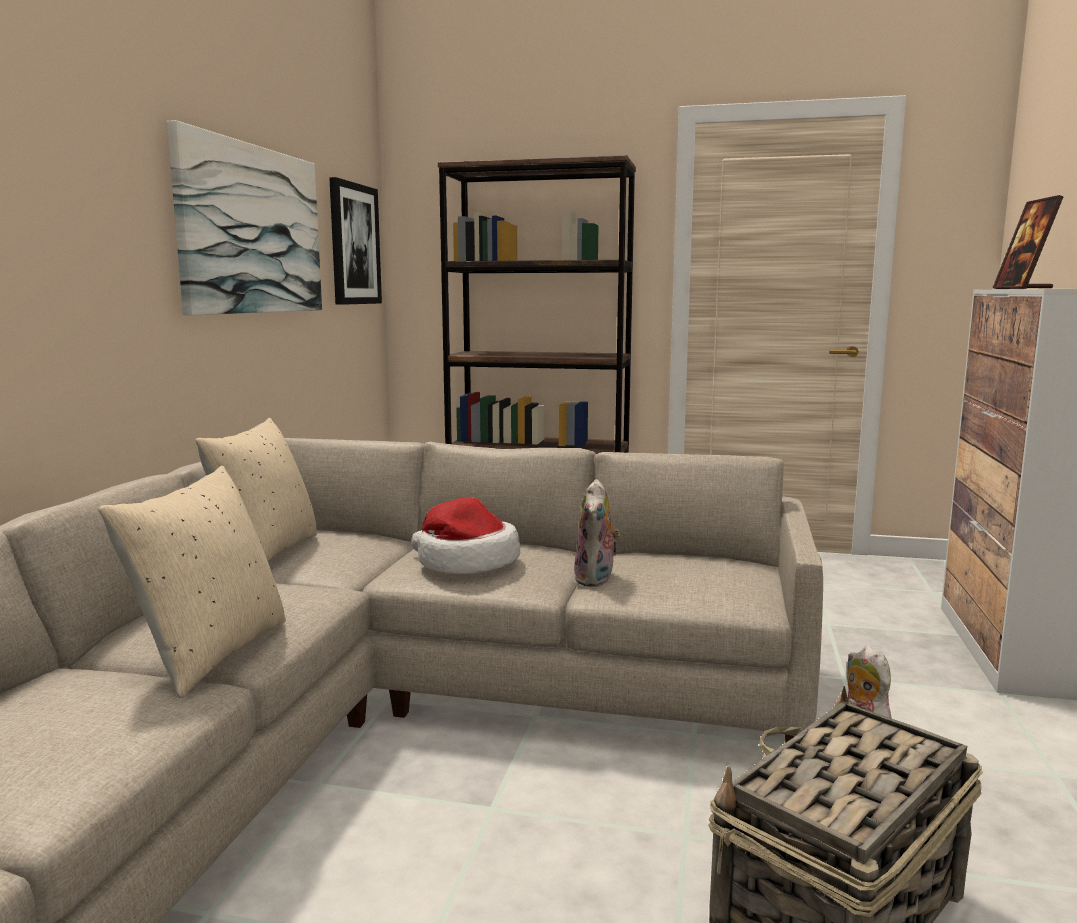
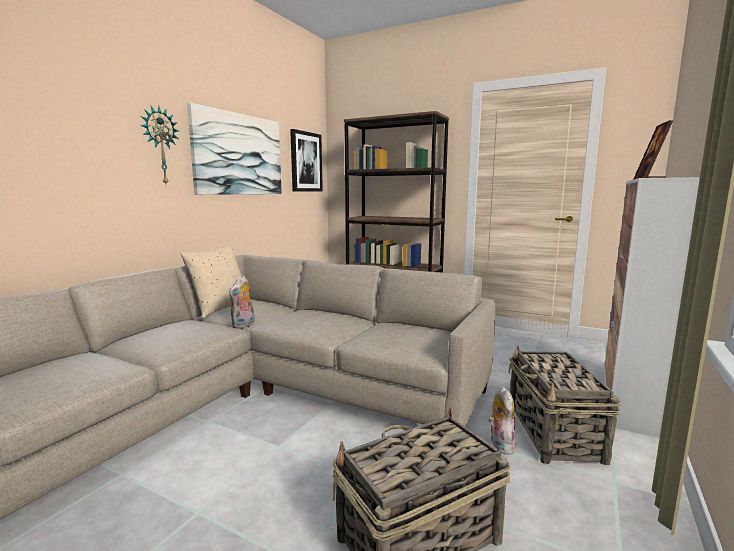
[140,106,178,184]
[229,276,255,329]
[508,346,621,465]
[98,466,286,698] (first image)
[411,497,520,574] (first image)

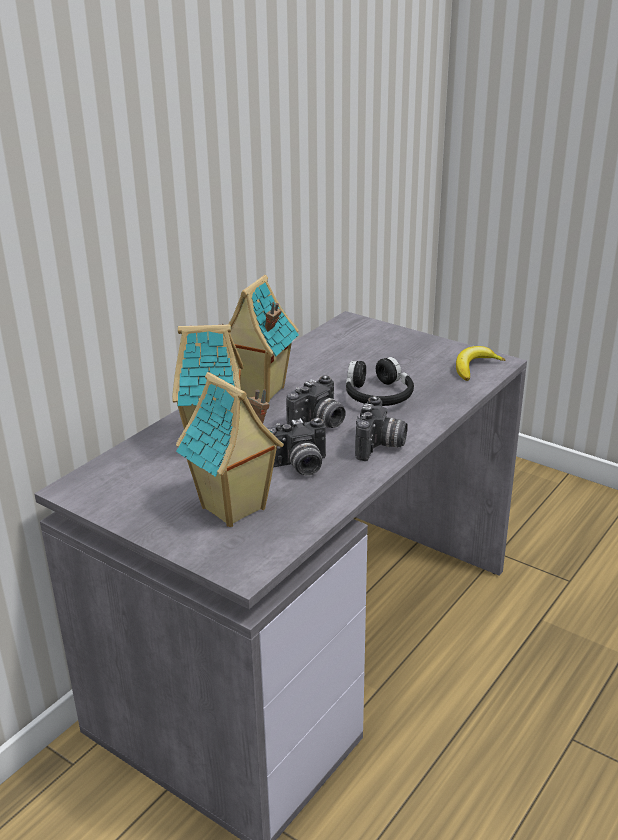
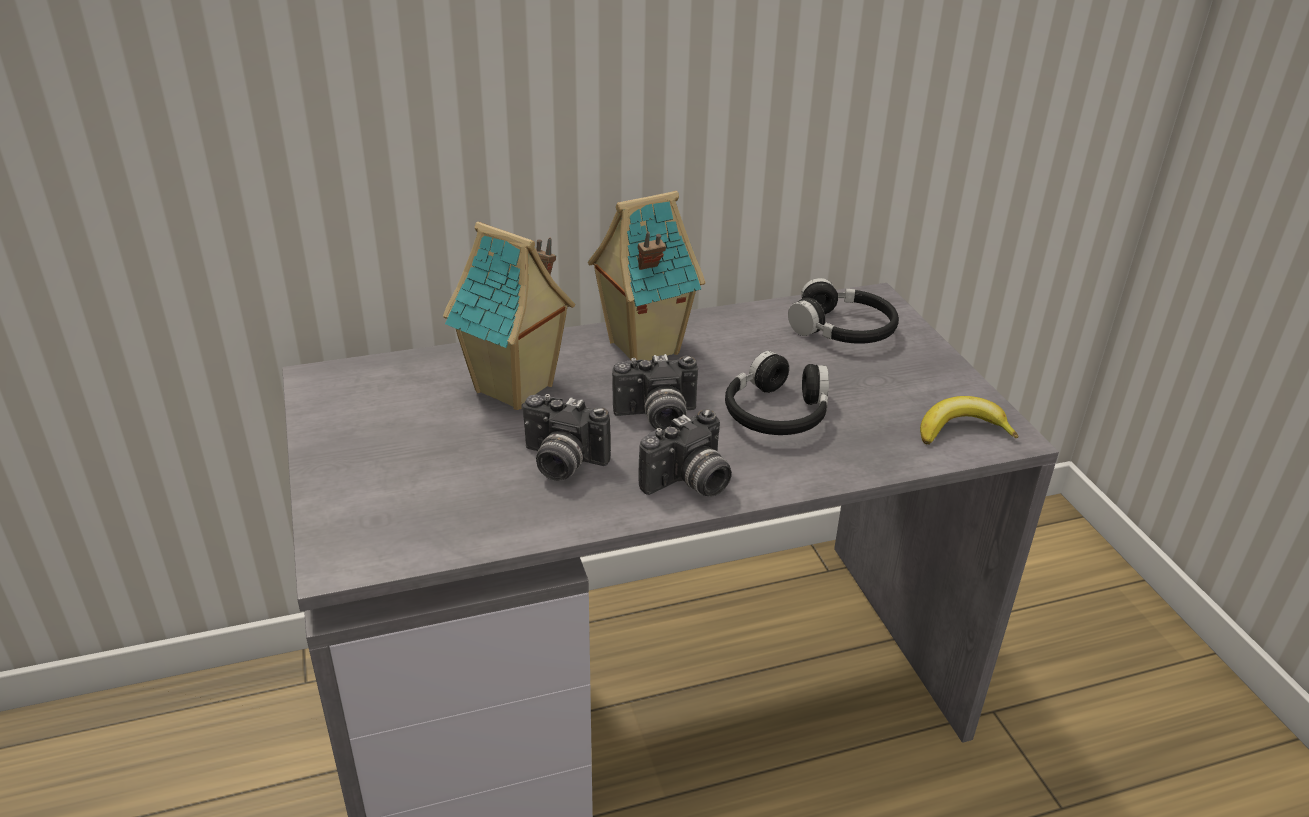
[788,278,899,344]
[176,372,284,527] (first image)

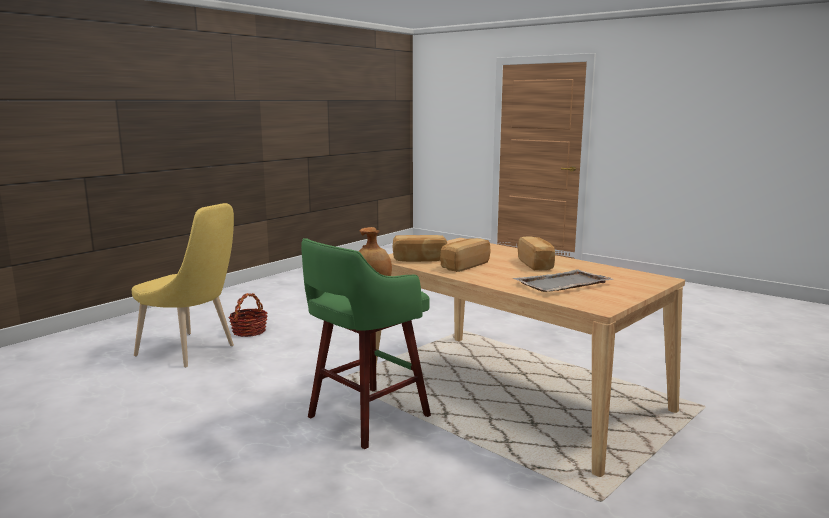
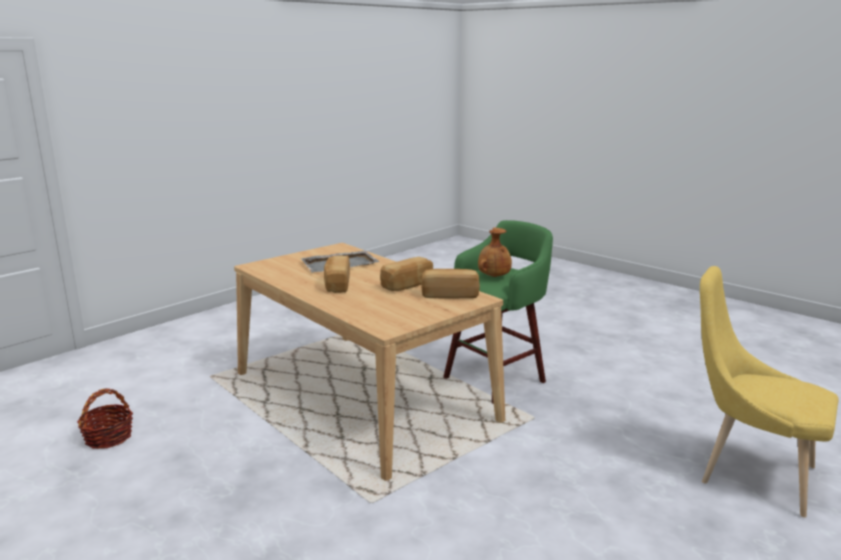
[77,388,133,449]

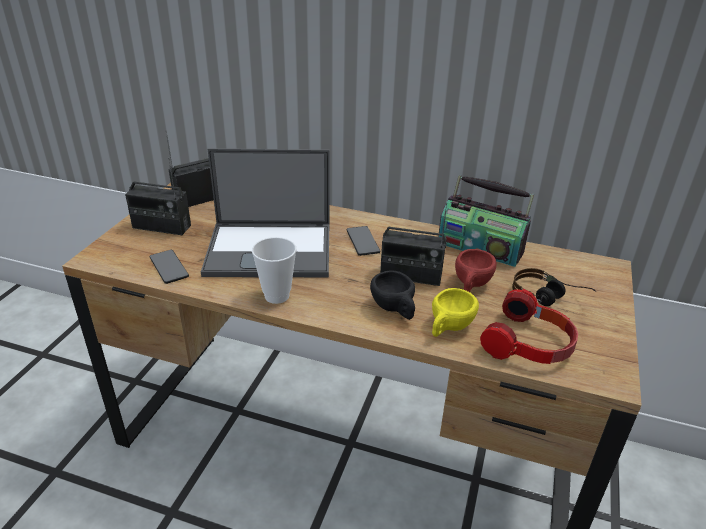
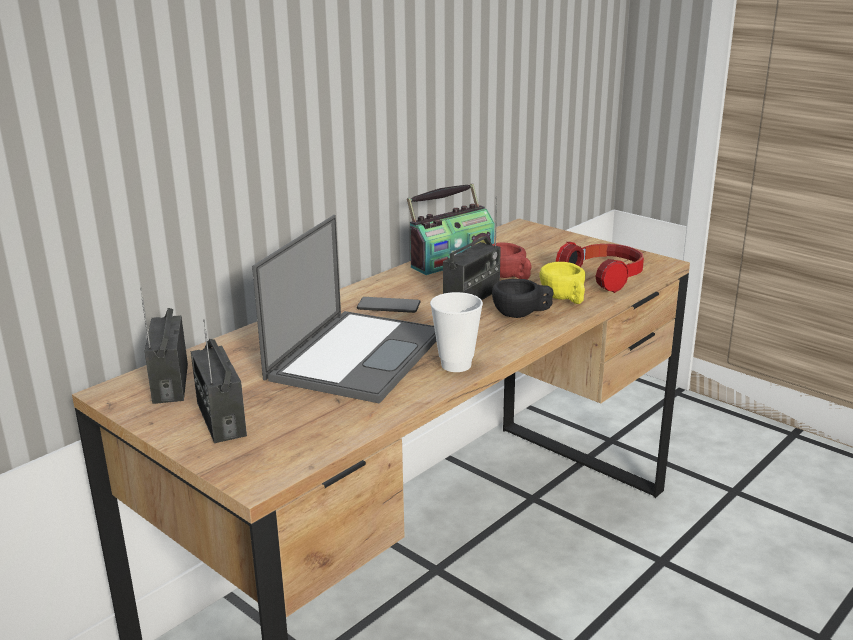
[191,319,247,443]
[149,250,189,284] (first image)
[512,268,596,306] (first image)

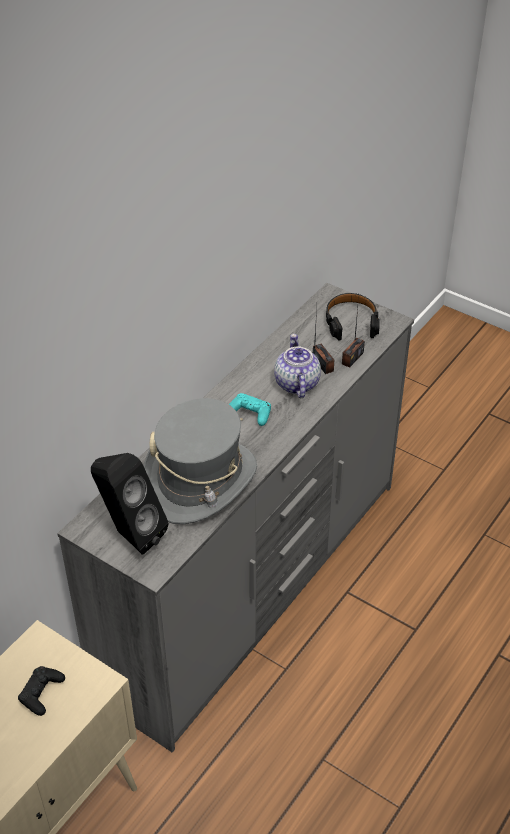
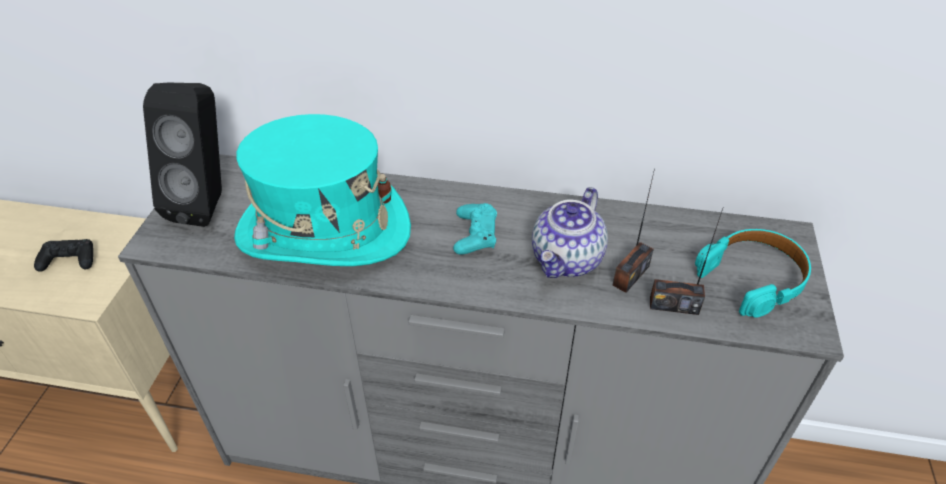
[234,114,411,266]
[532,187,608,278]
[695,229,811,318]

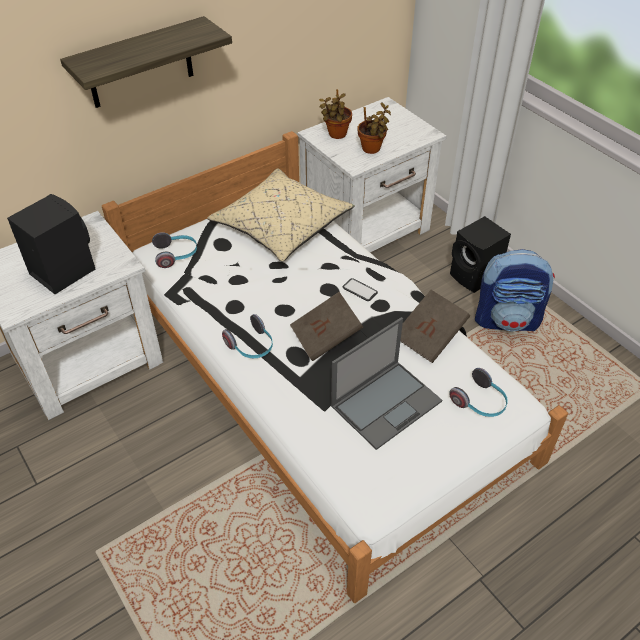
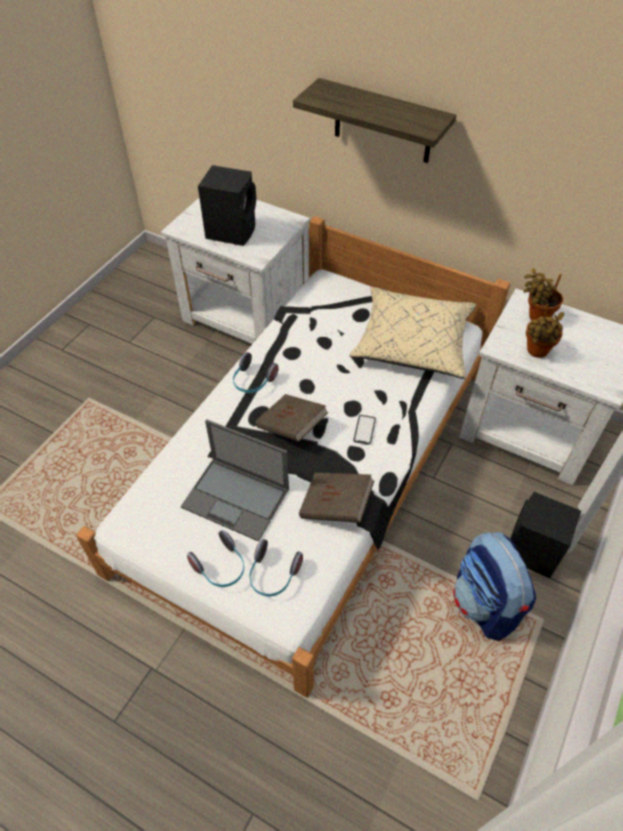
[187,530,244,587]

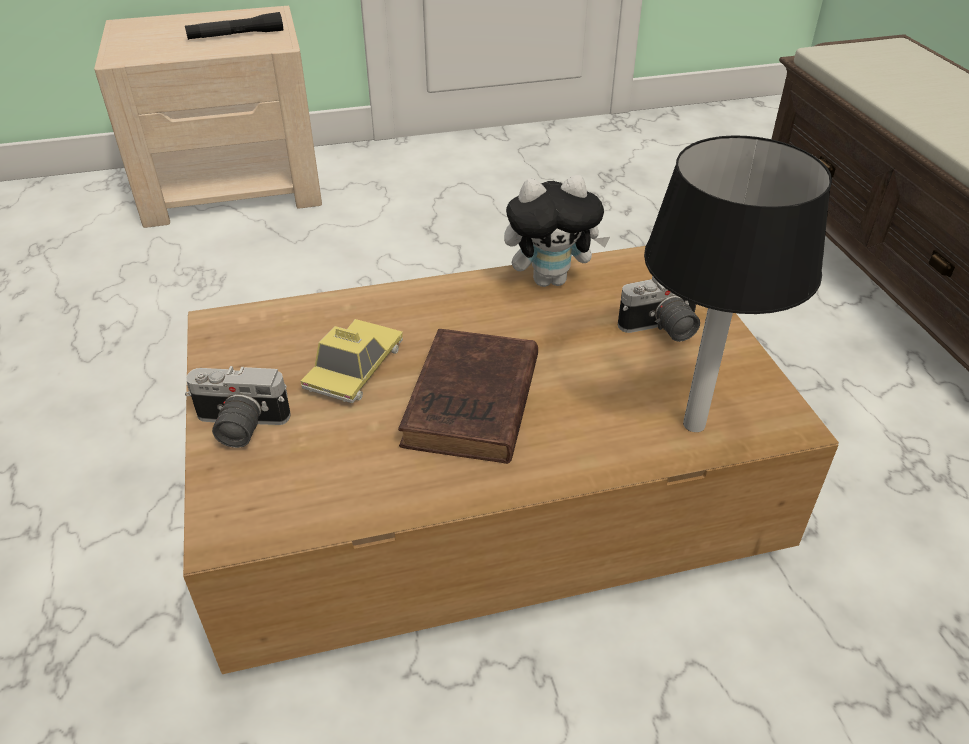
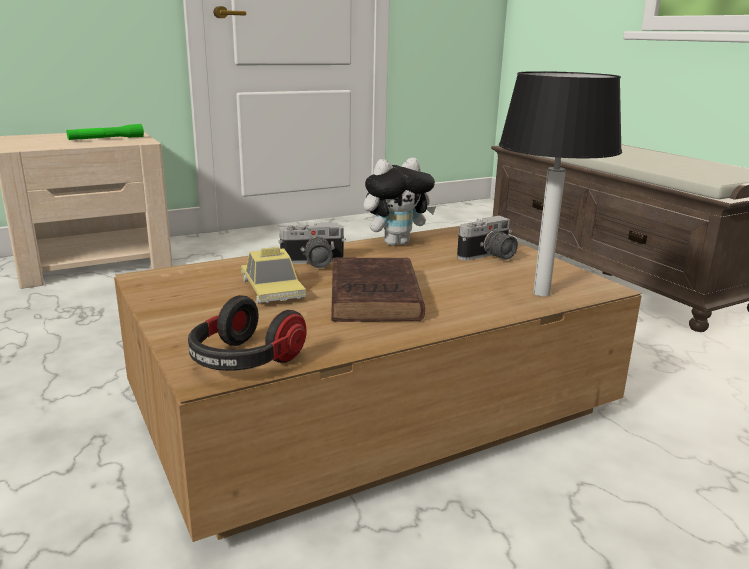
[67,124,144,140]
[188,295,307,371]
[241,247,306,304]
[278,222,346,268]

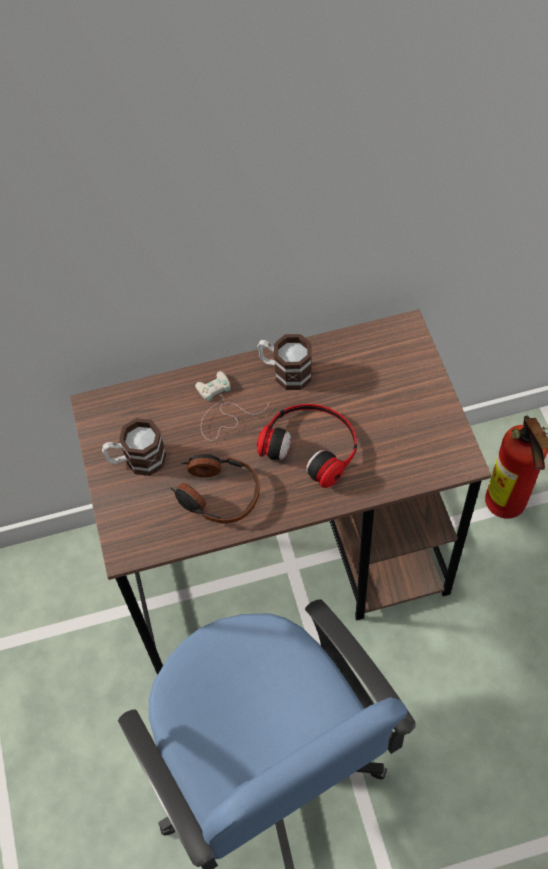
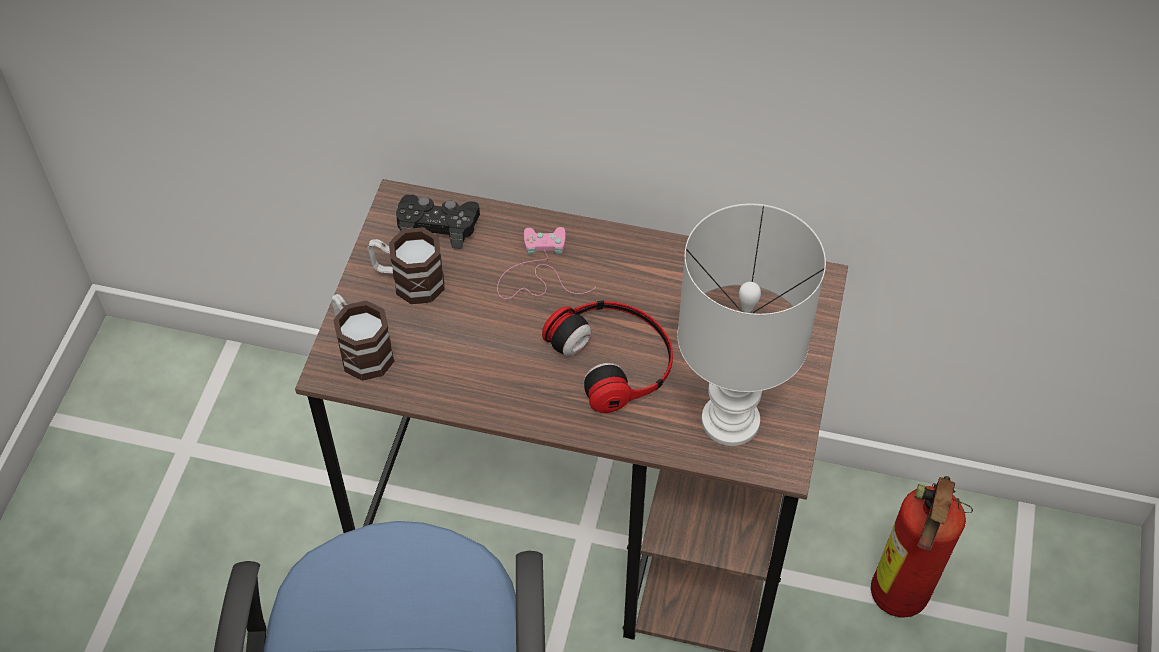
[332,294,394,381]
[396,194,480,249]
[497,227,596,299]
[677,203,826,446]
[169,454,260,524] (first image)

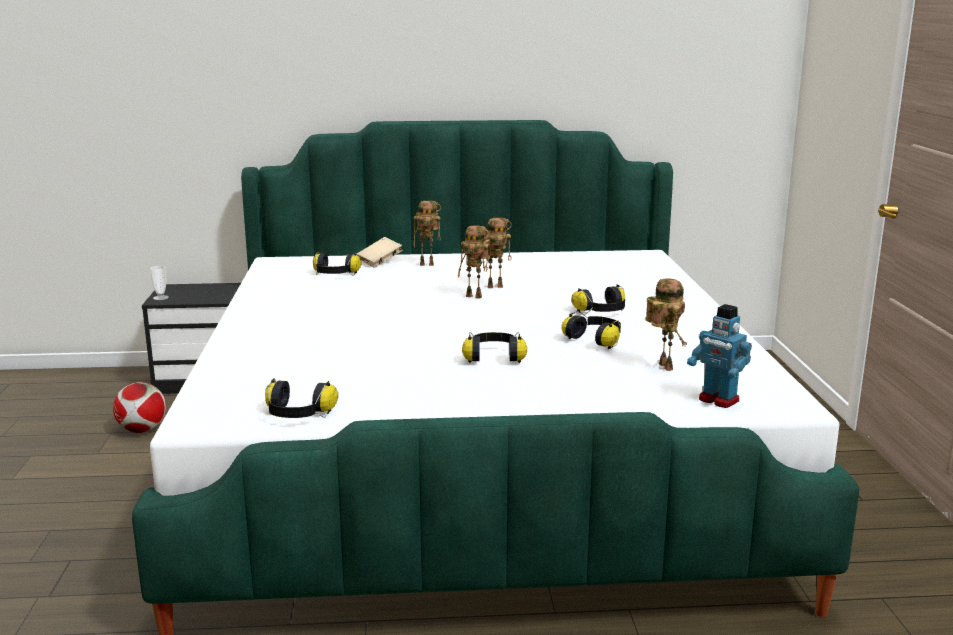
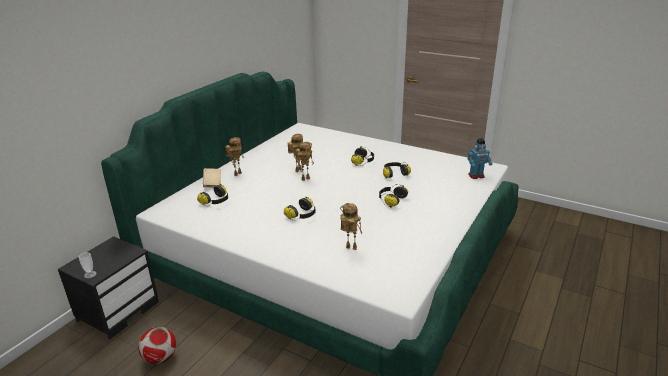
[284,197,315,221]
[340,203,362,250]

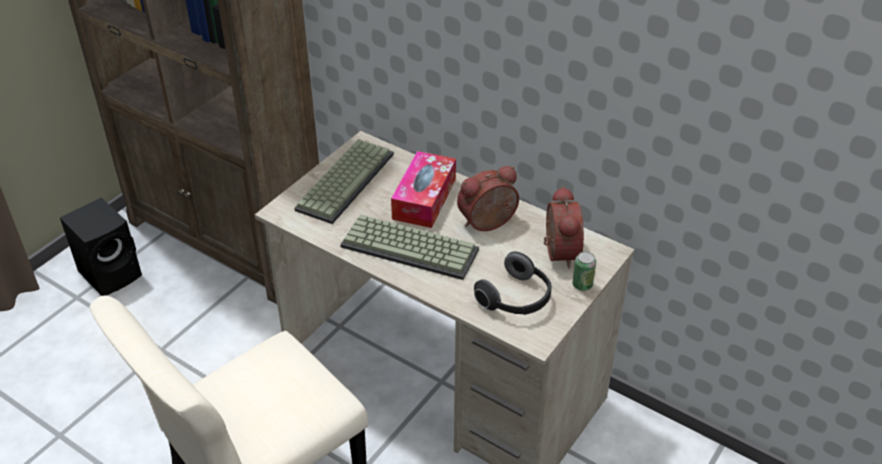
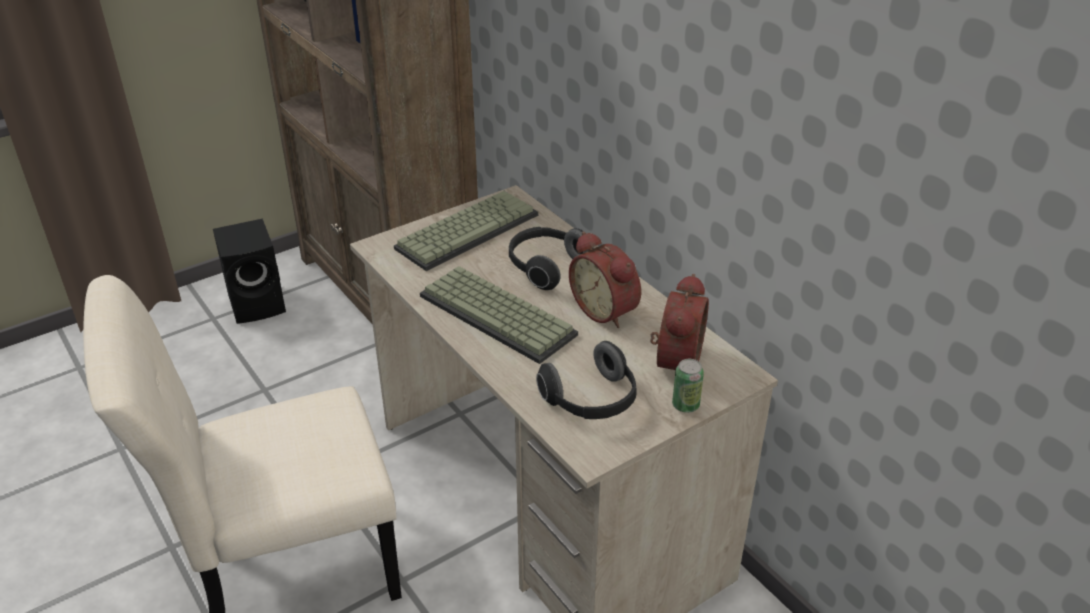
[509,227,594,290]
[569,231,641,328]

